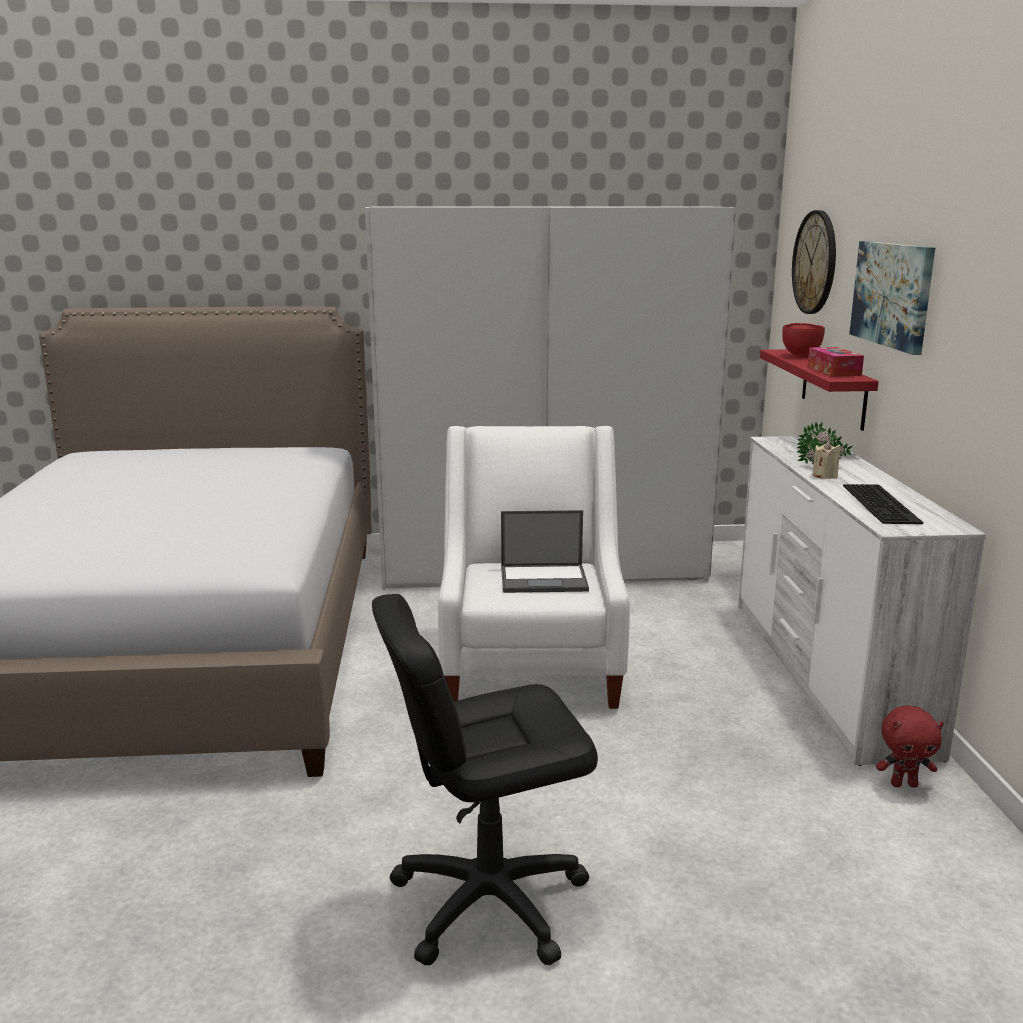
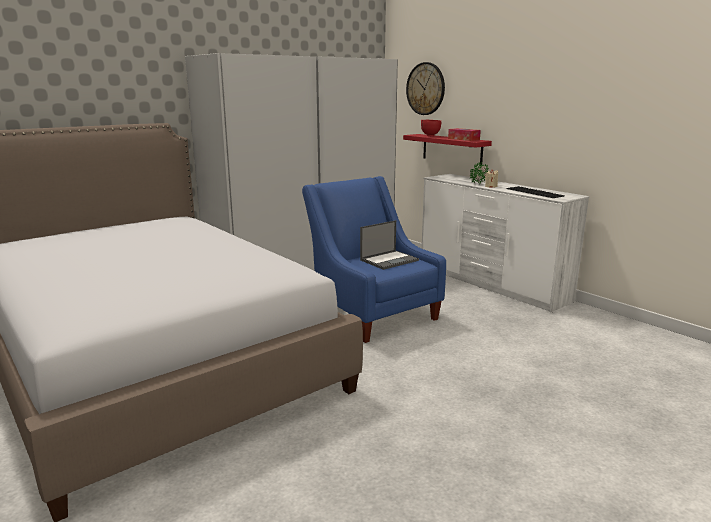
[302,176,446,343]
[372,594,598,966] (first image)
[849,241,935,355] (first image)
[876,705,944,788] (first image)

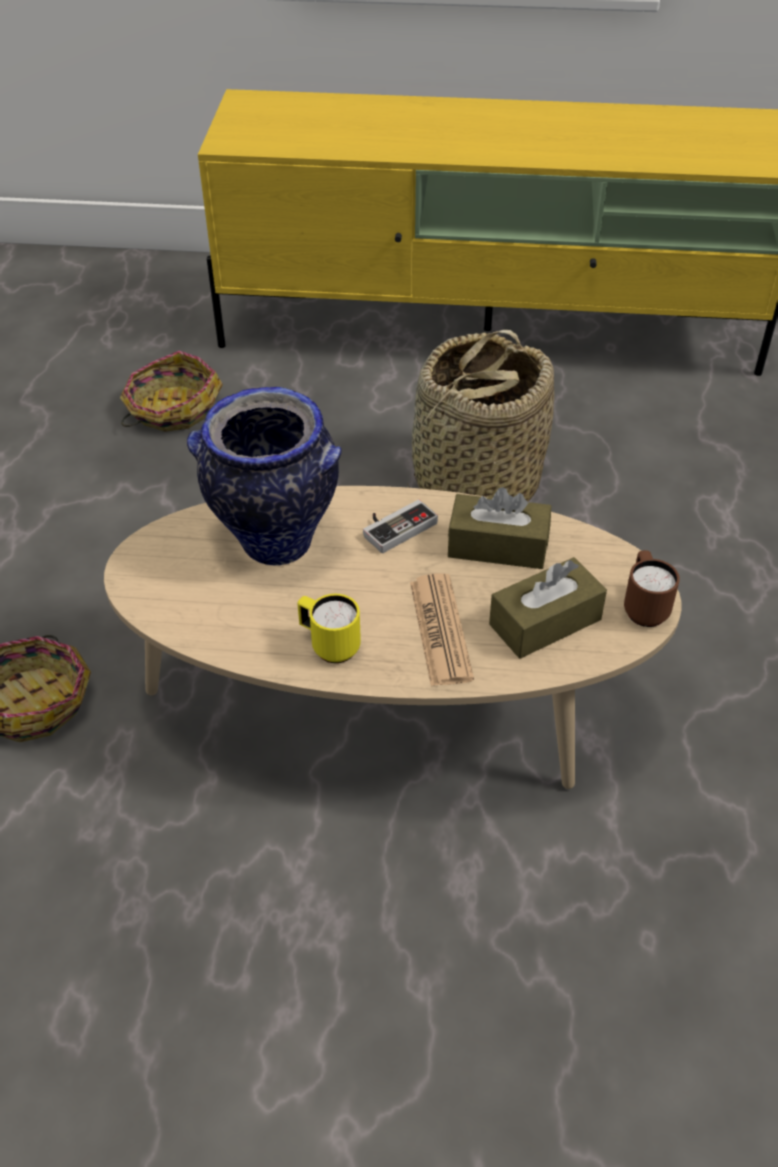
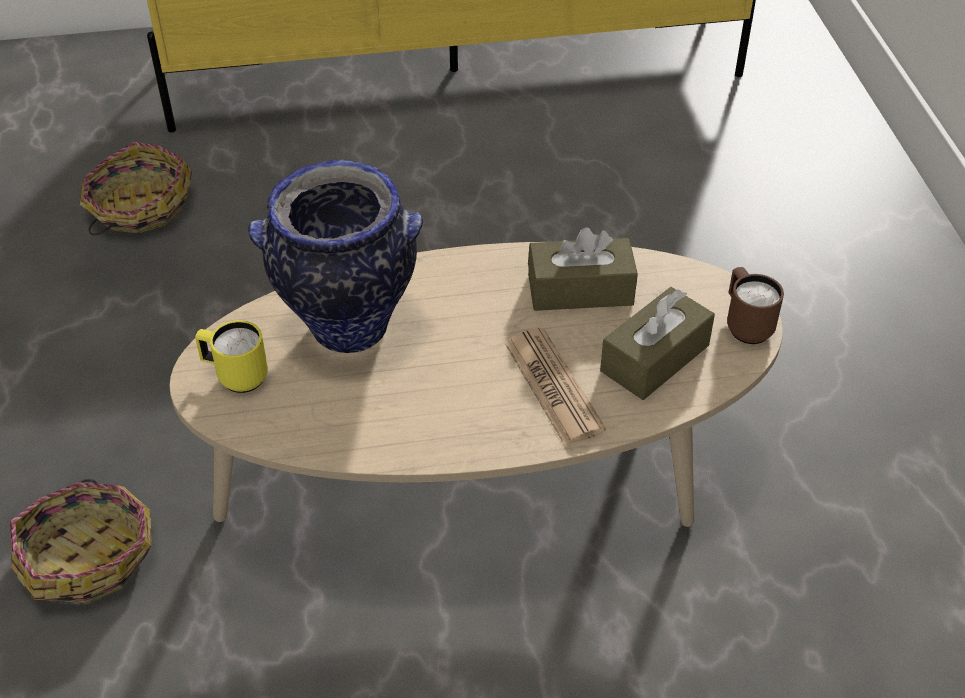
[195,320,268,393]
[363,500,438,553] (first image)
[406,330,554,502] (first image)

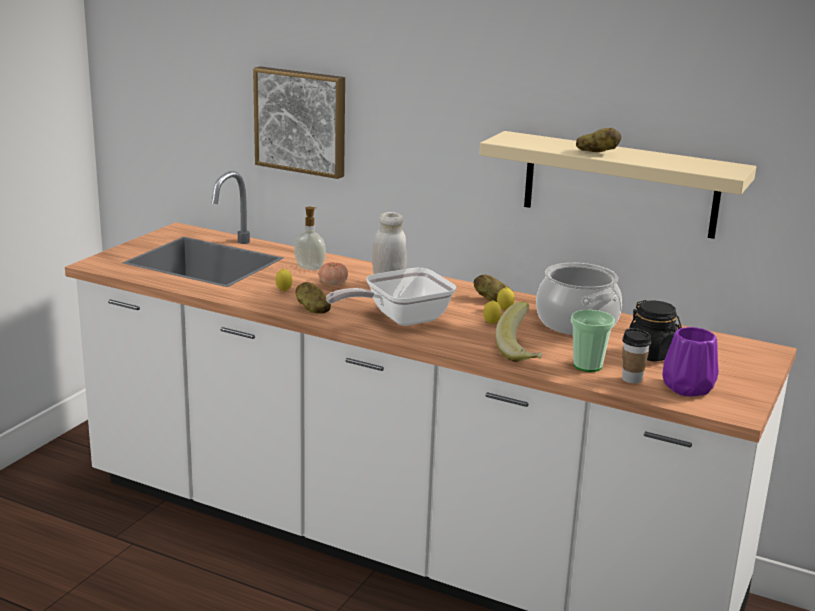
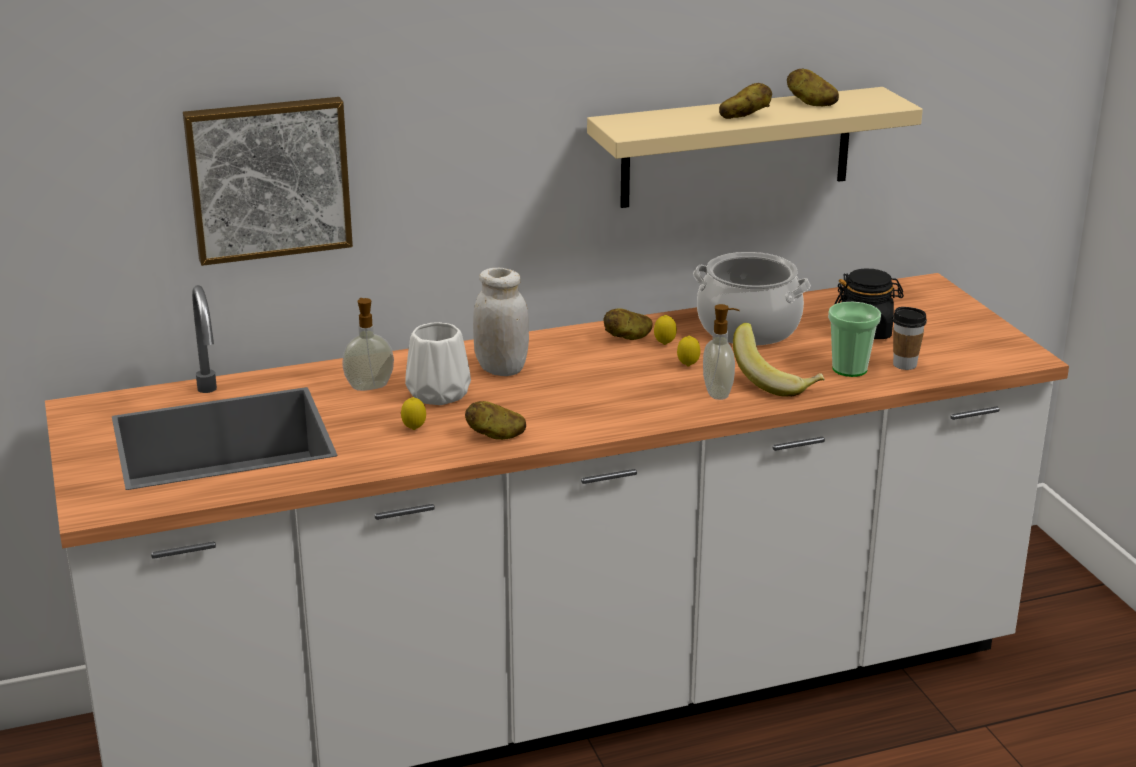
[405,322,471,405]
[703,304,740,400]
[787,68,839,106]
[326,268,456,326] (first image)
[662,327,719,396] (first image)

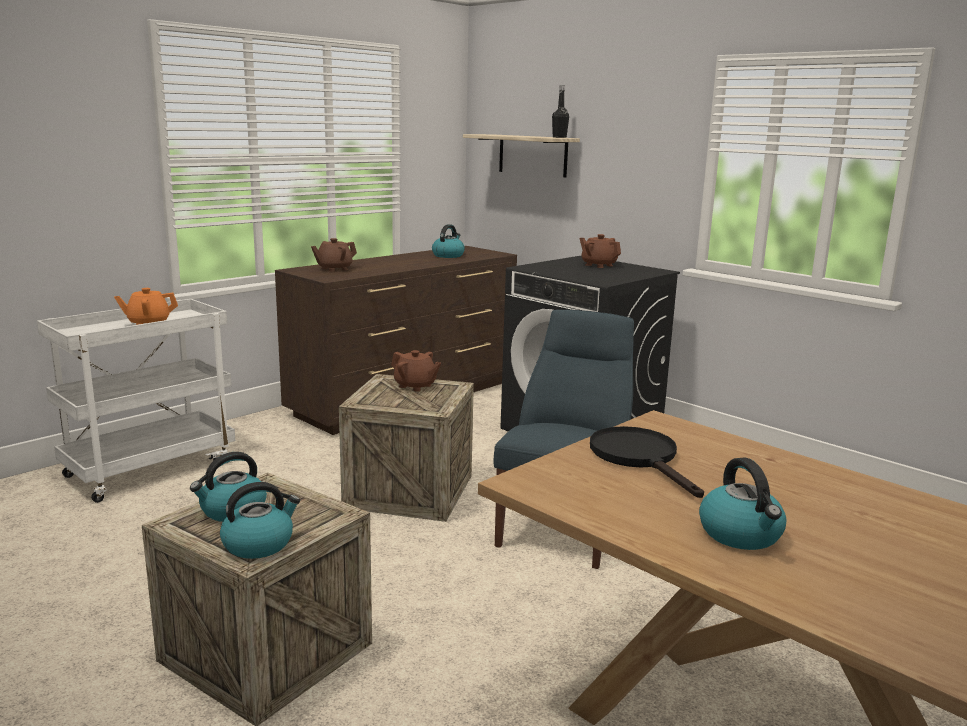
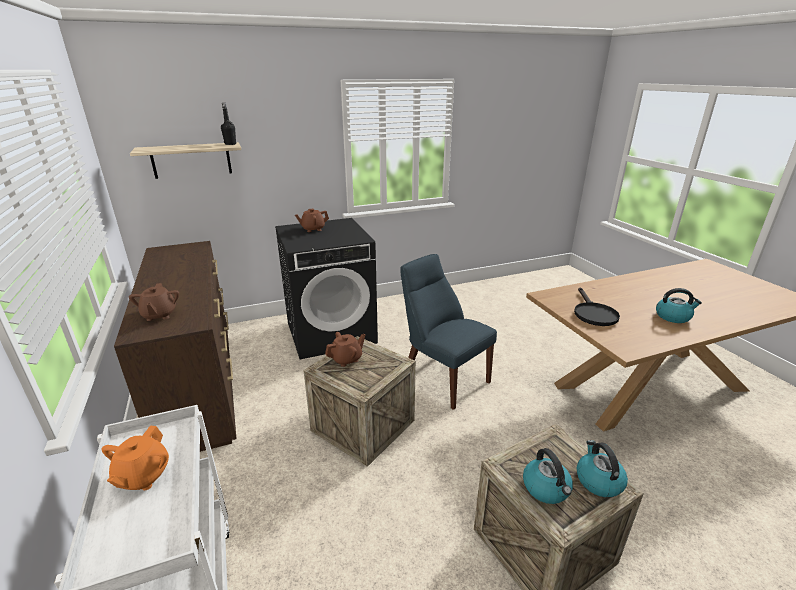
[574,288,620,326]
[432,224,465,258] (first image)

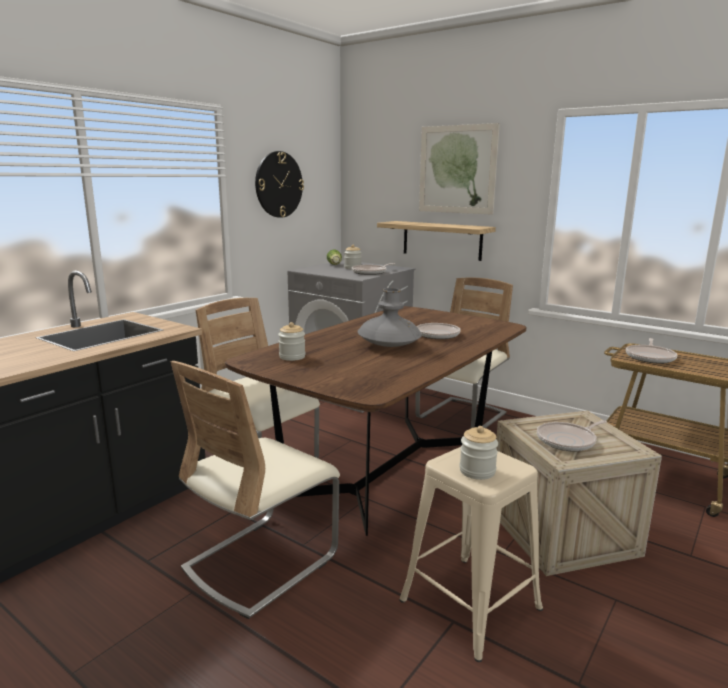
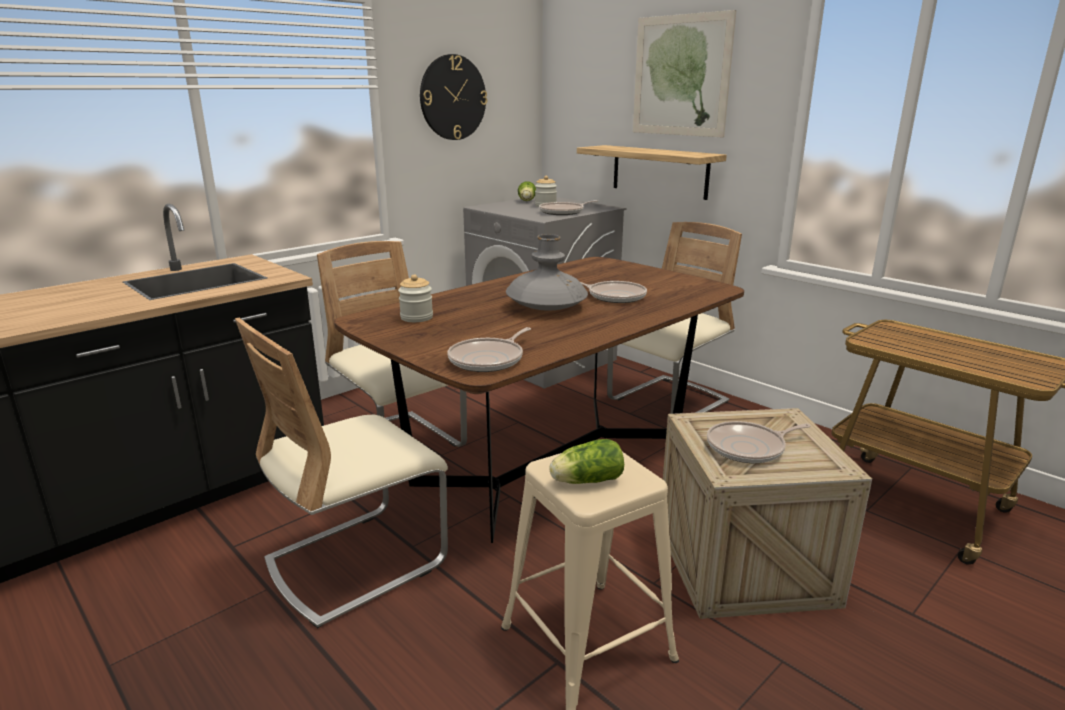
[447,327,531,372]
[549,439,624,484]

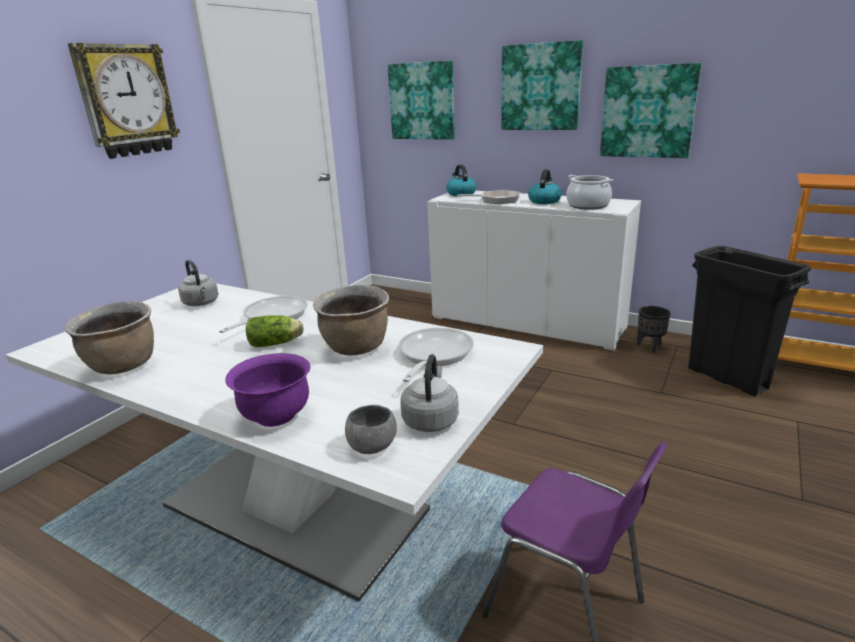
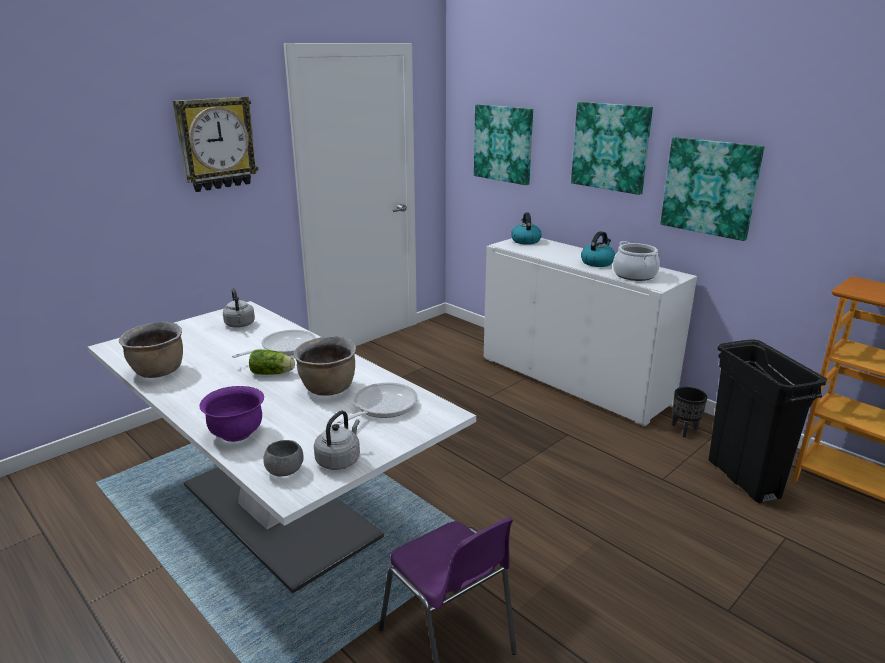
[457,190,520,204] (first image)

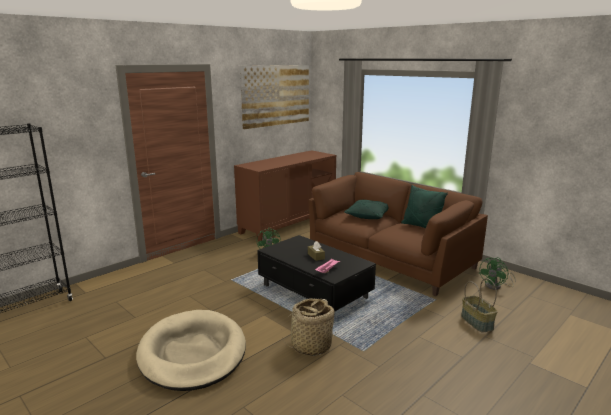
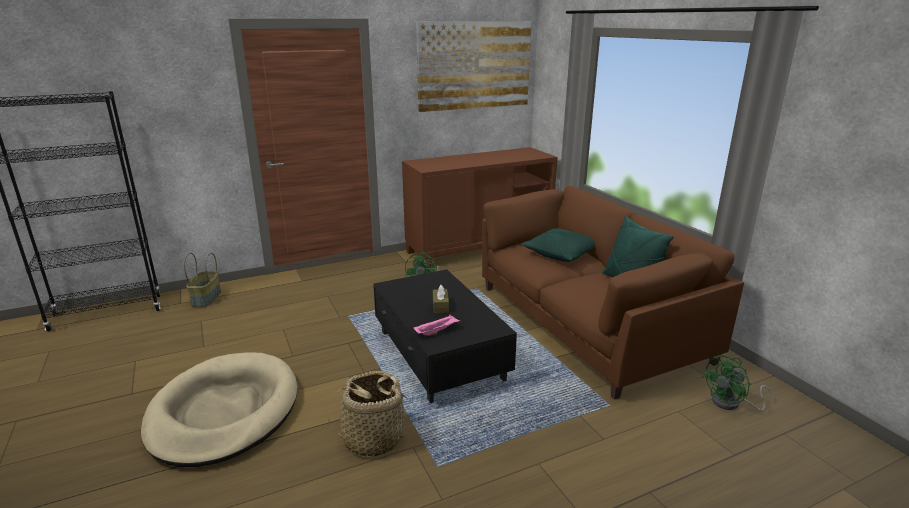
[184,253,221,307]

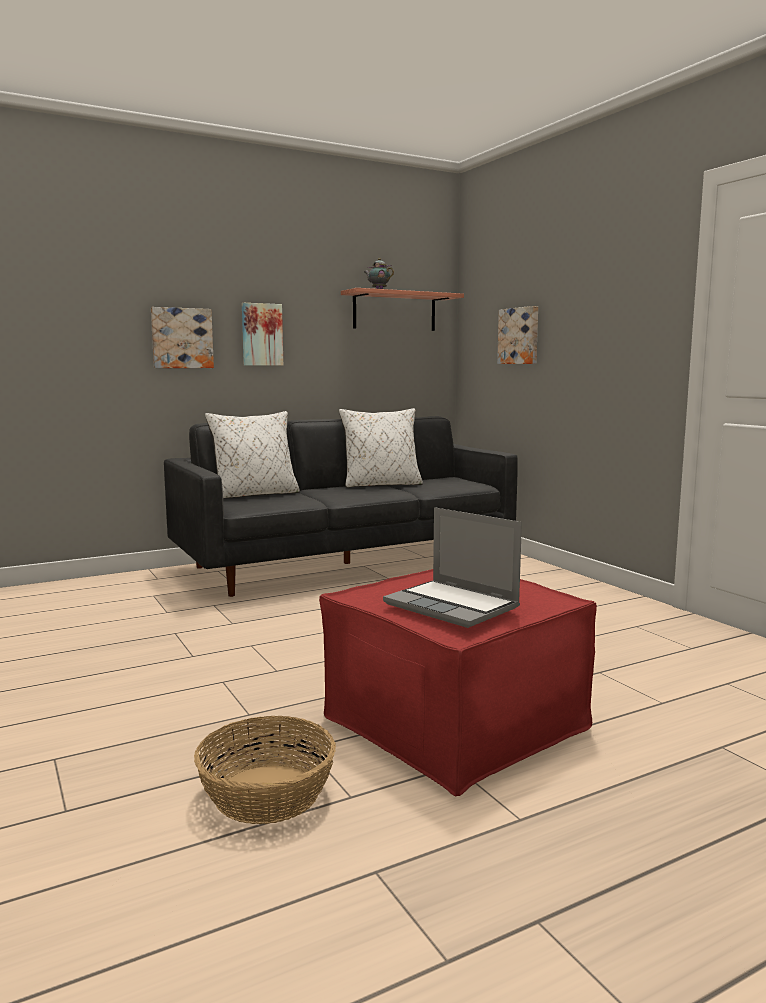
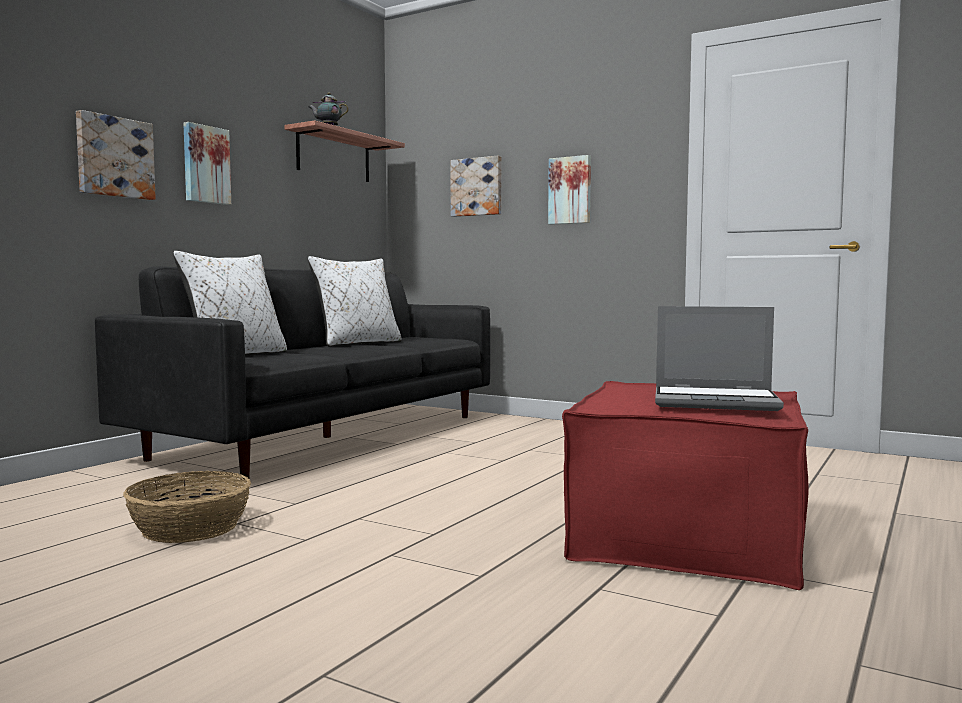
[123,471,251,543]
[548,155,591,225]

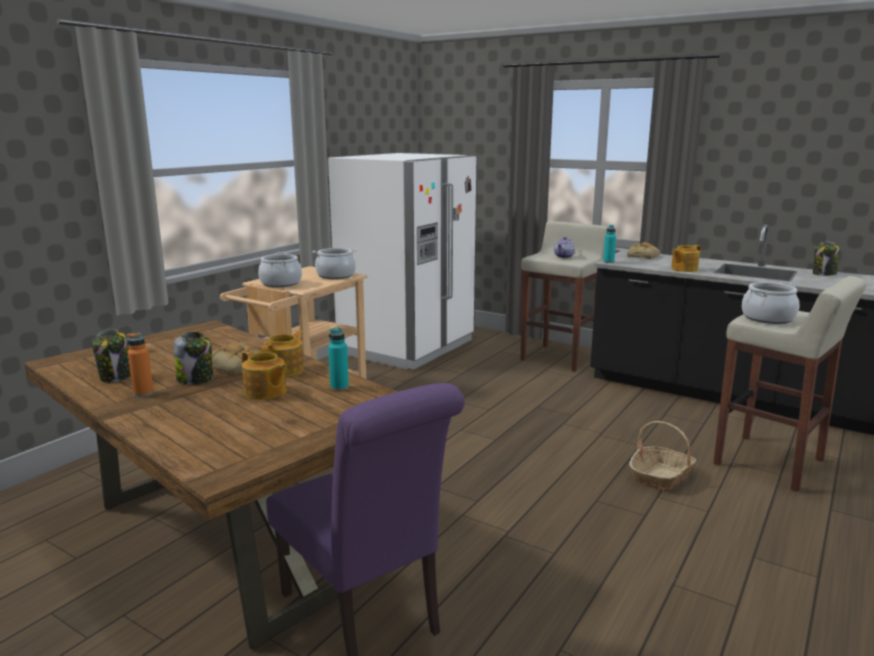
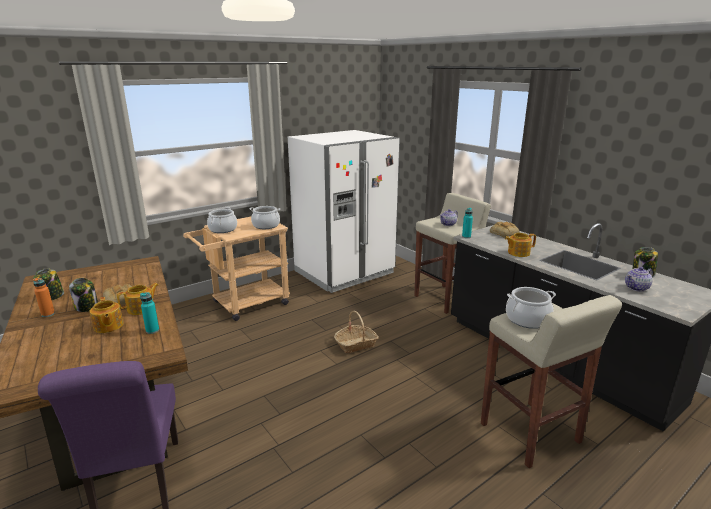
[334,311,379,353]
[625,267,653,292]

